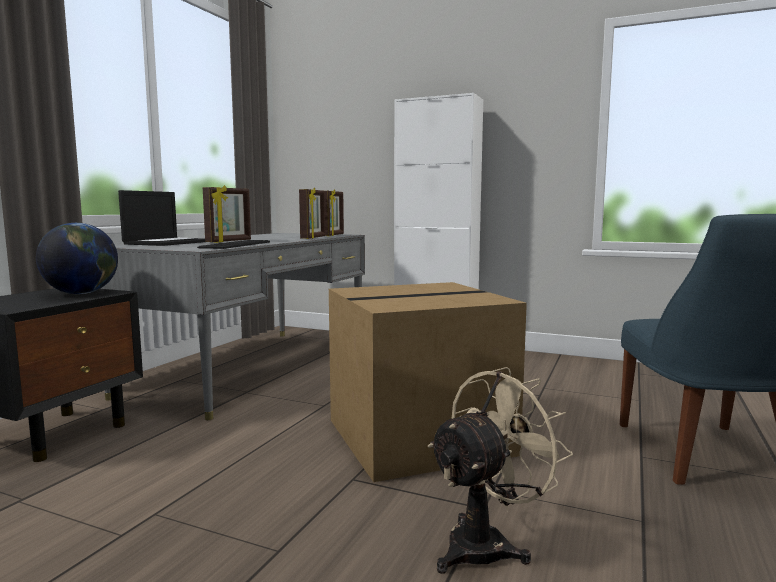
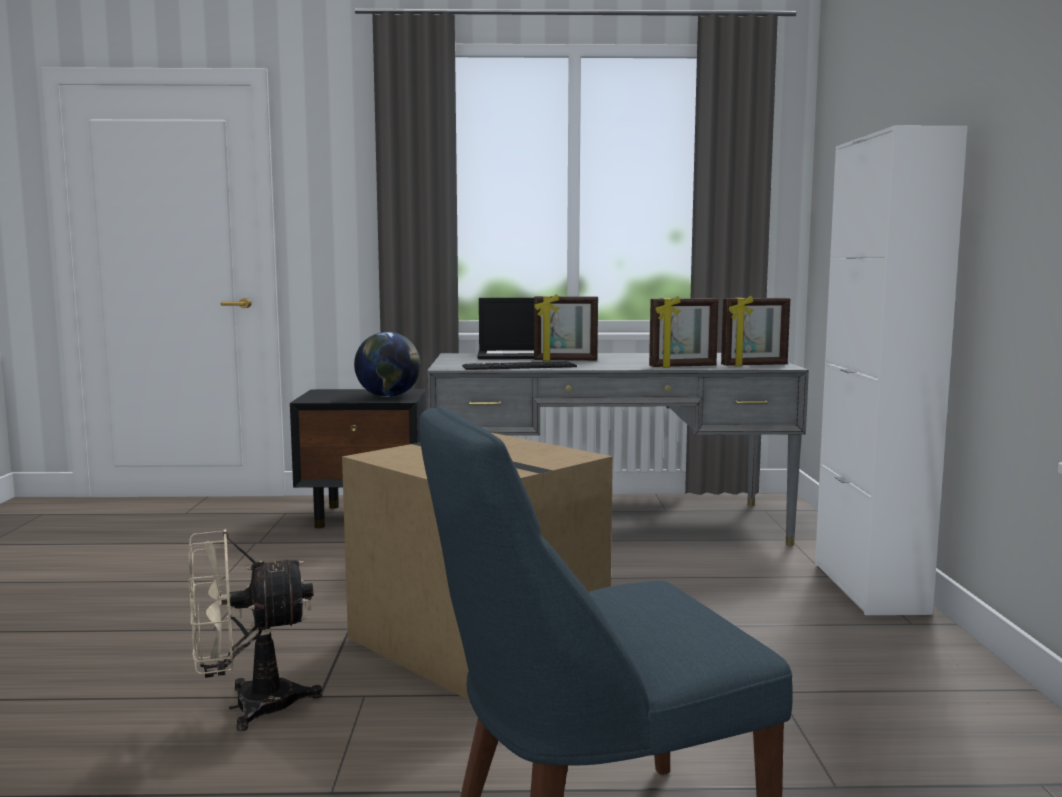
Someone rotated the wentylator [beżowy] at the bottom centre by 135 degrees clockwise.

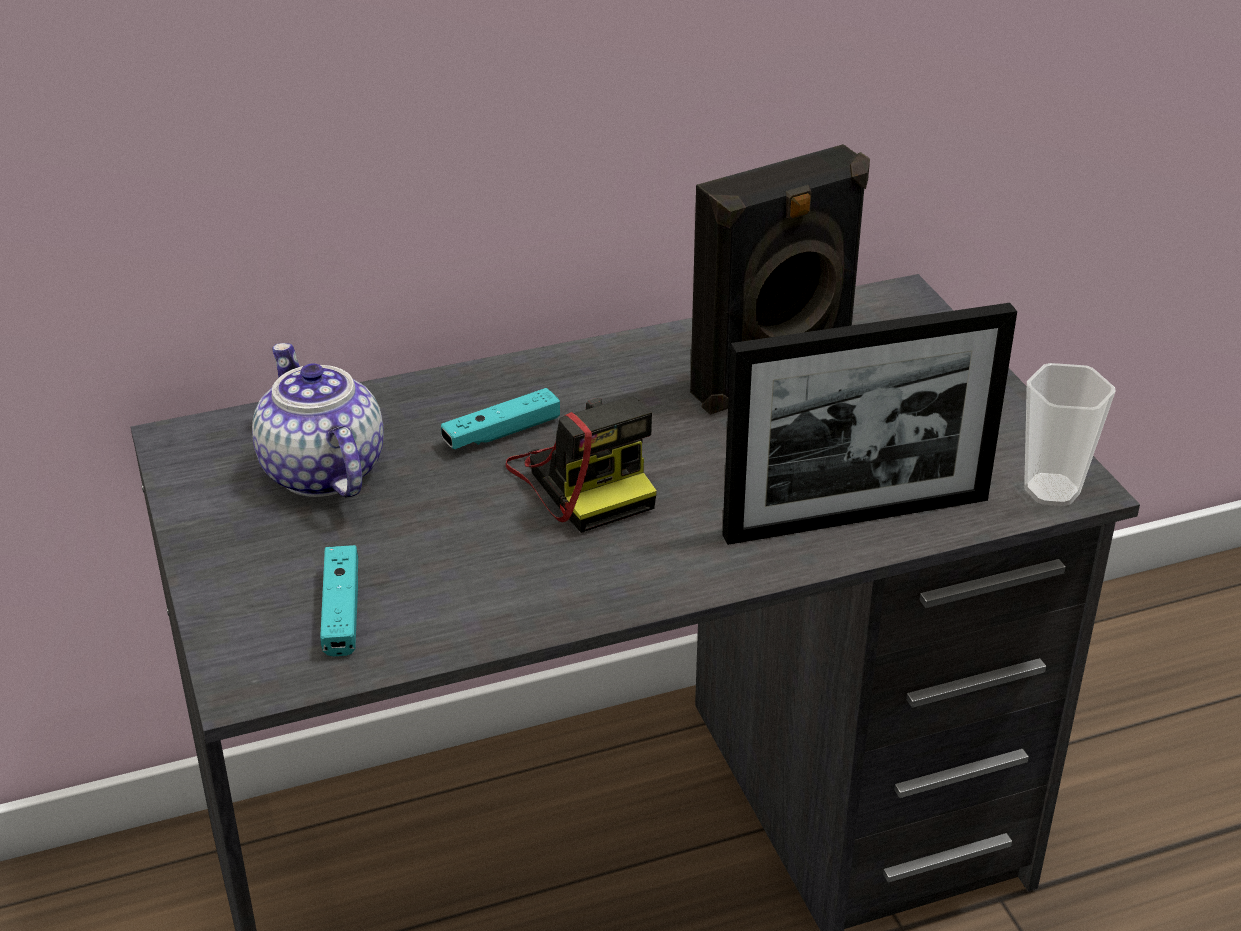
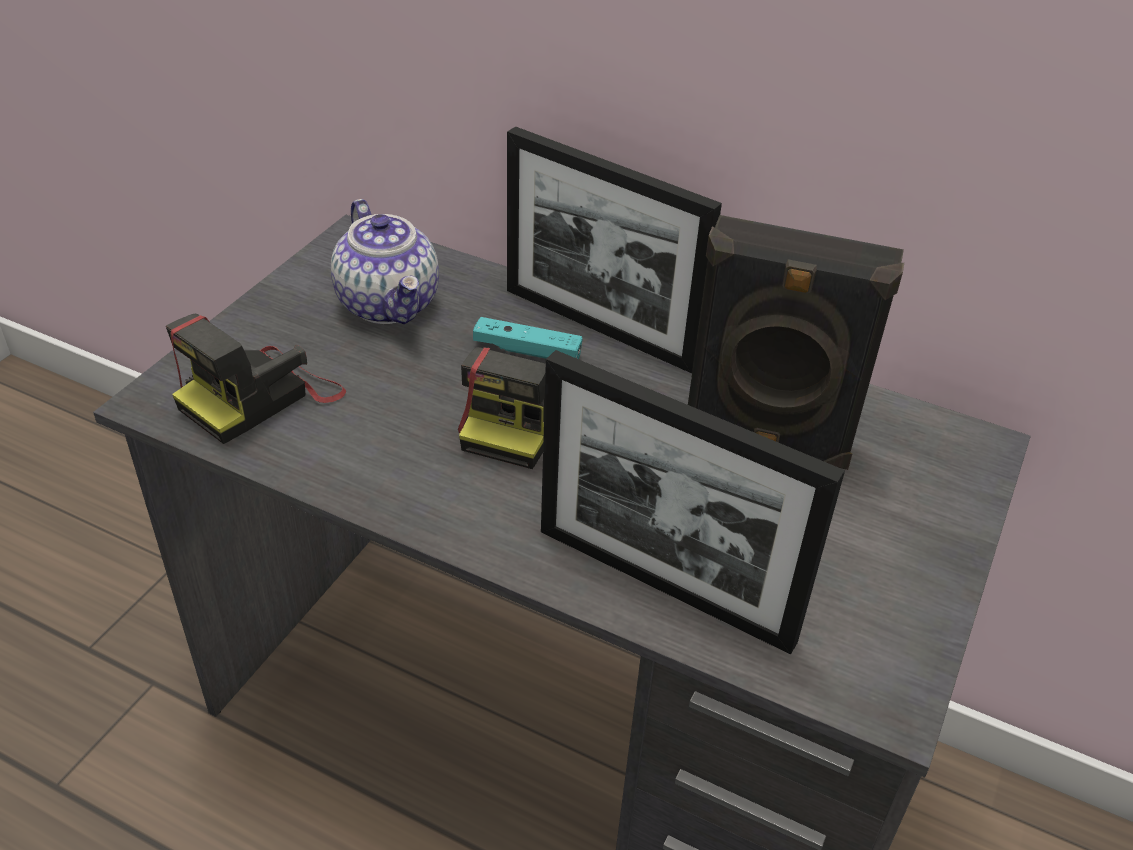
Someone swapped the pad do gier [turkusowy] (no. 1 from left) at the middle left for the aparat fotograficzny (no. 1 from left) at the middle left.
Someone rotated the imbryk at the middle left by 135 degrees clockwise.
Someone put down the ramka na zdjęcie (no. 1 from left) at the top centre.
Someone took away the filiżanka at the middle right.

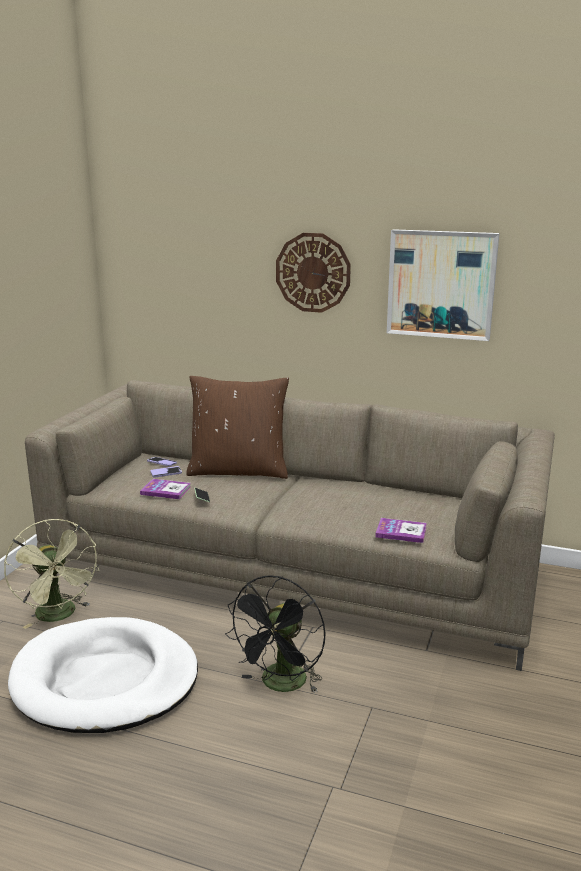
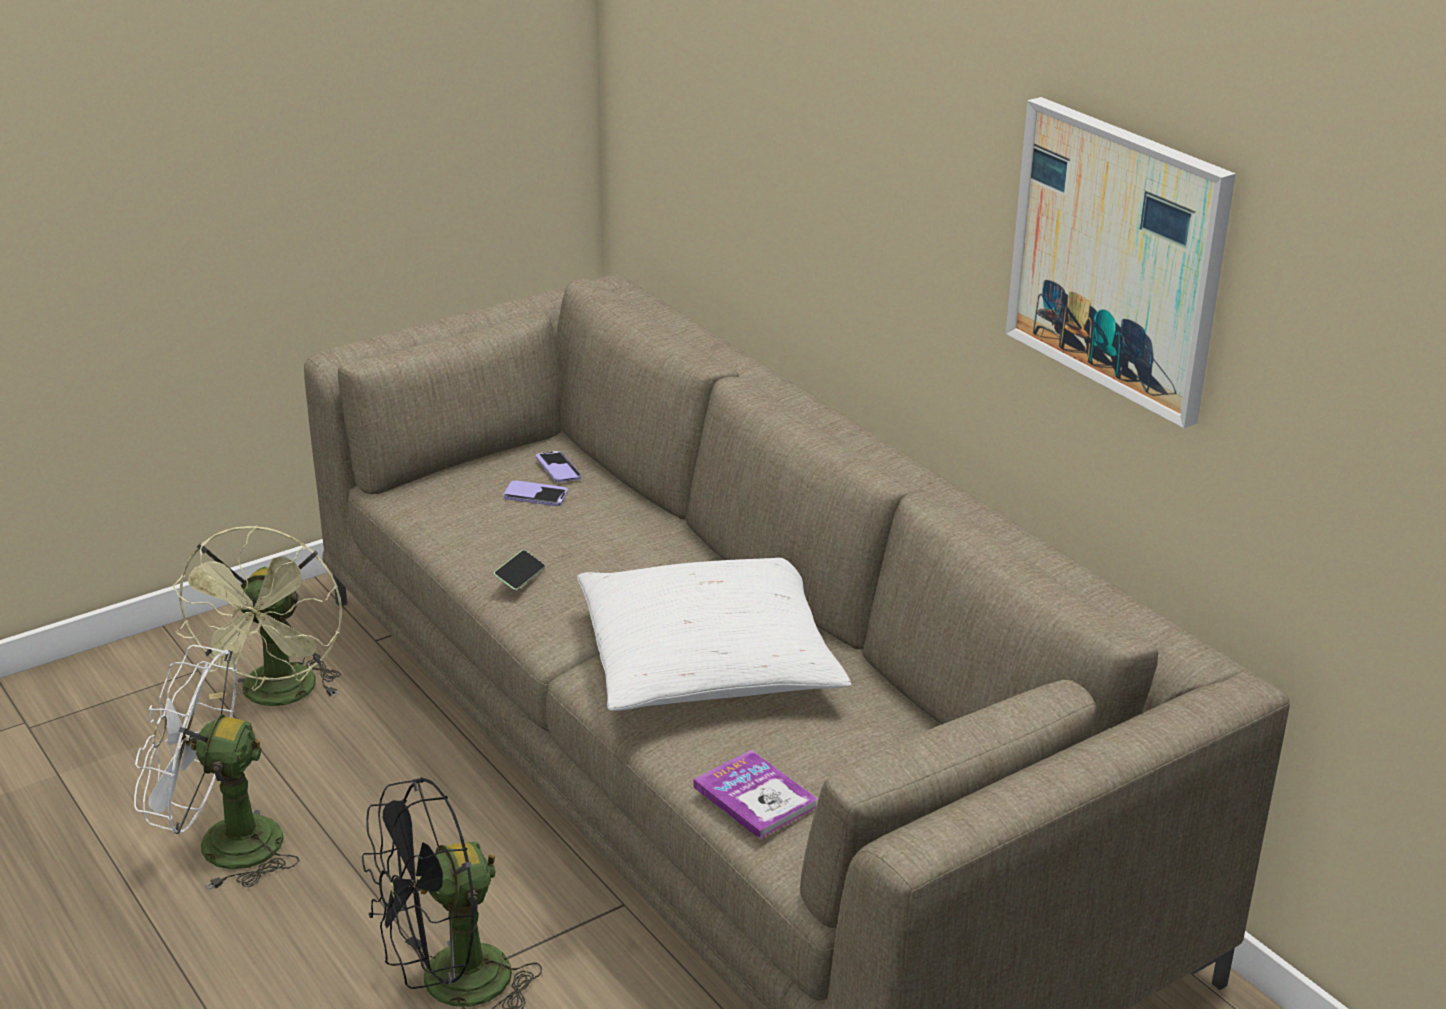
Someone swapped the legowisko [biały] at the bottom left for the wentylator [biały] at the bottom left.
Someone put down the poduszka [biały] at the centre.
Someone took away the książka (no. 1 from left) at the middle left.
Someone took away the poduszka [brązowy] at the centre.
Someone took away the zegar ścienny at the top centre.

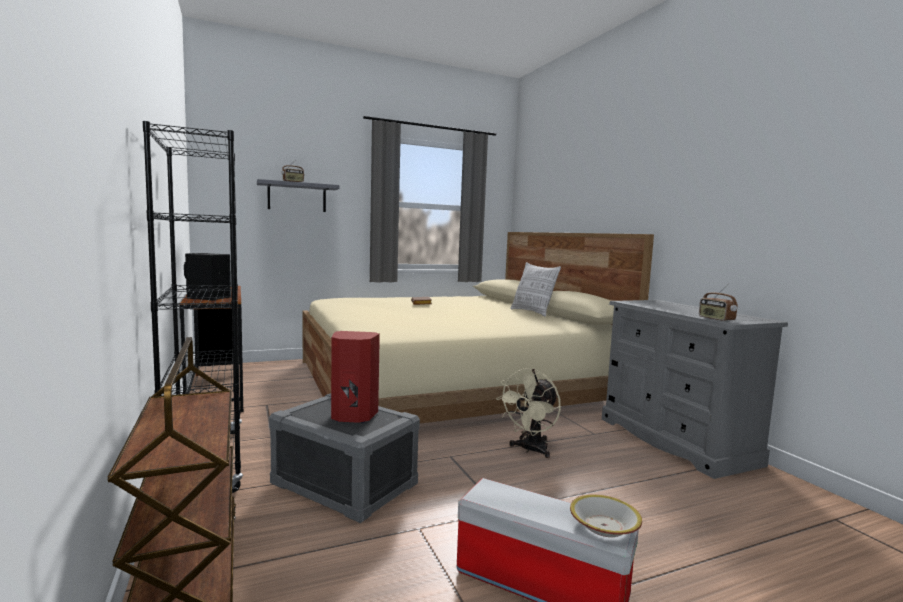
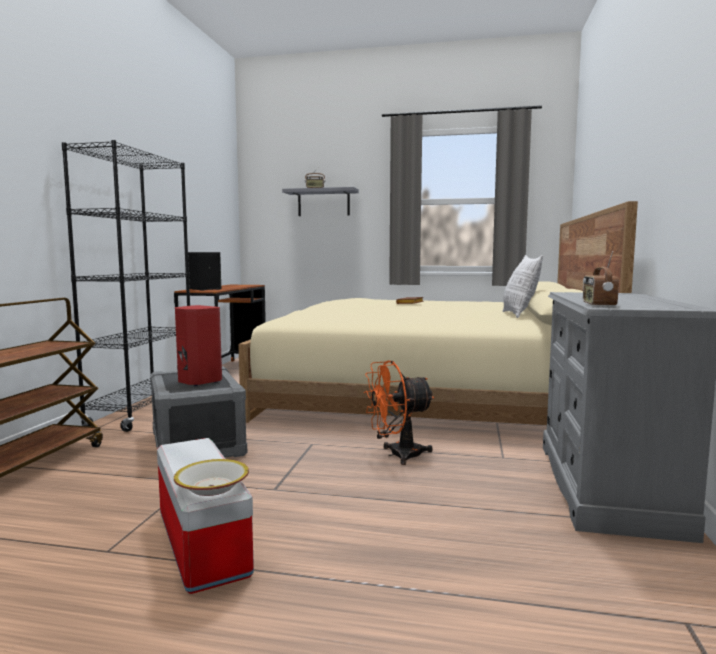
Someone repainted the wentylator [beżowy] at the bottom centre, which became the wentylator [pomarańczowy] at the centre.

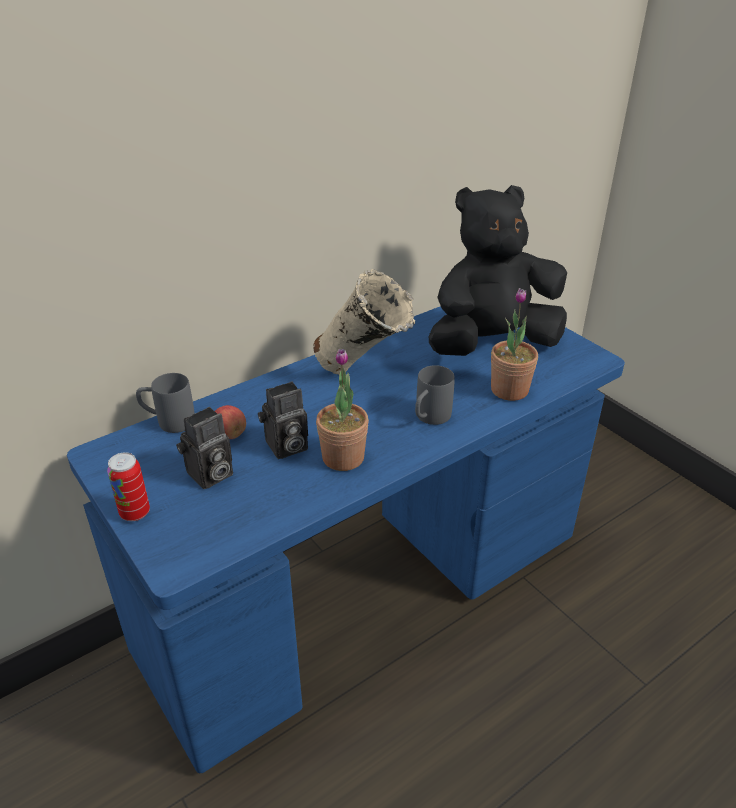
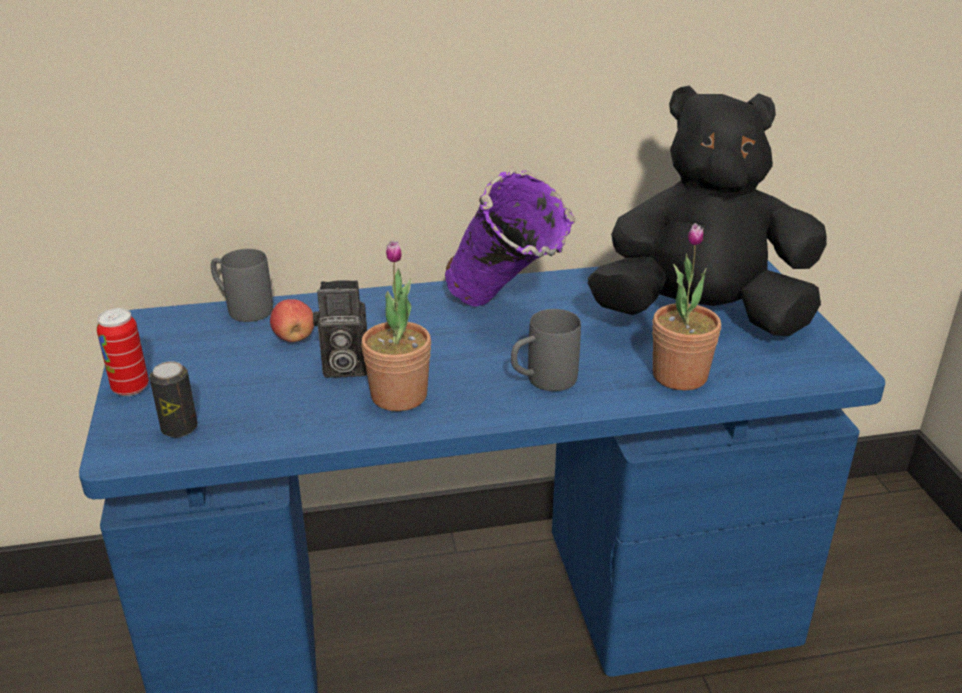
Someone put down the puszka (no. 2 from left) at the middle left.
Someone repainted the wazon [beżowy] at the centre, which became the wazon [fioletowy] at the centre.
Someone took away the aparat fotograficzny (no. 1 from left) at the middle left.

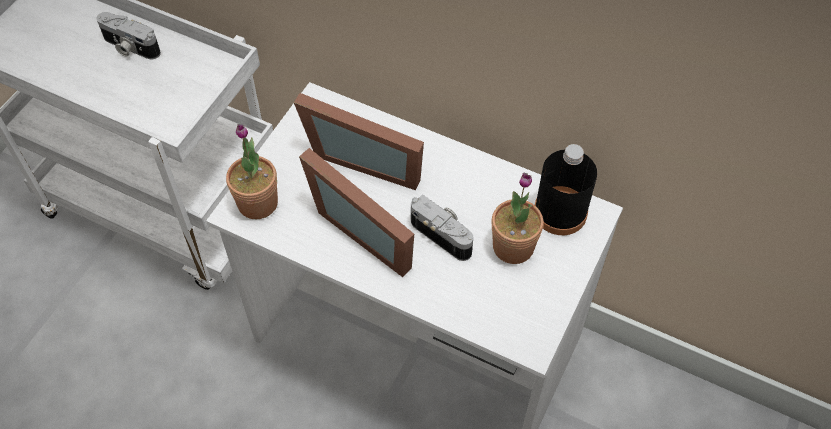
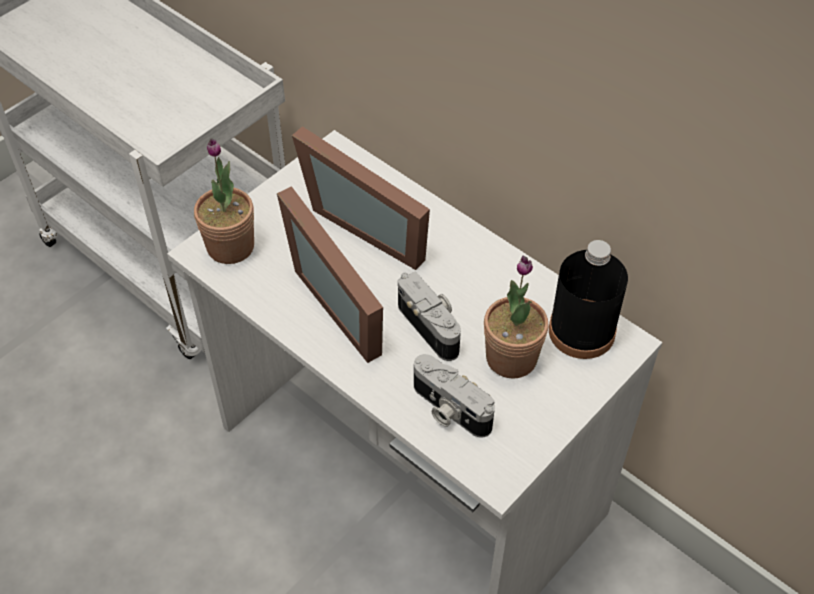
Someone carried the aparat fotograficzny (no. 1 from left in the first image) from the top left to the bottom centre.

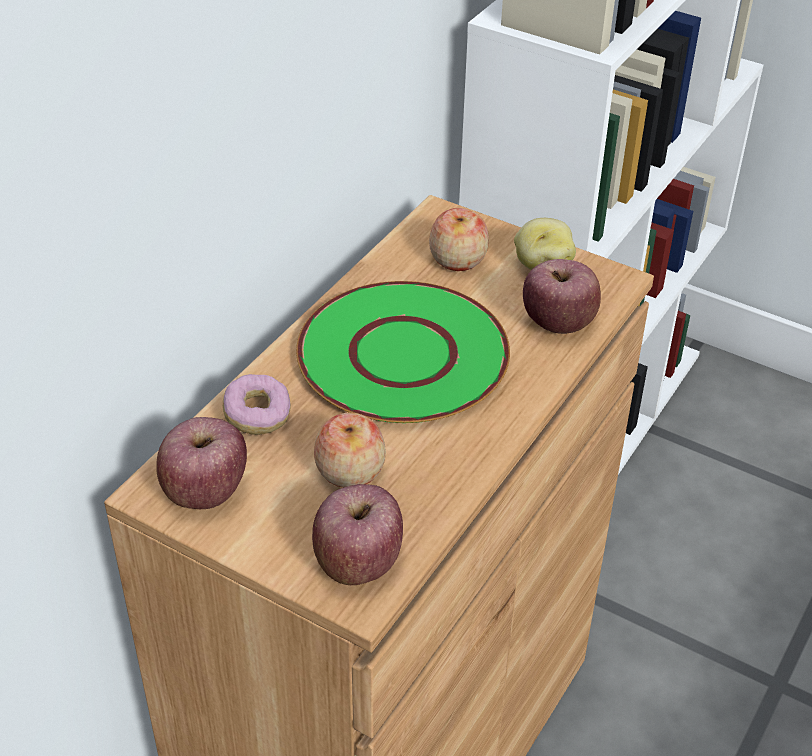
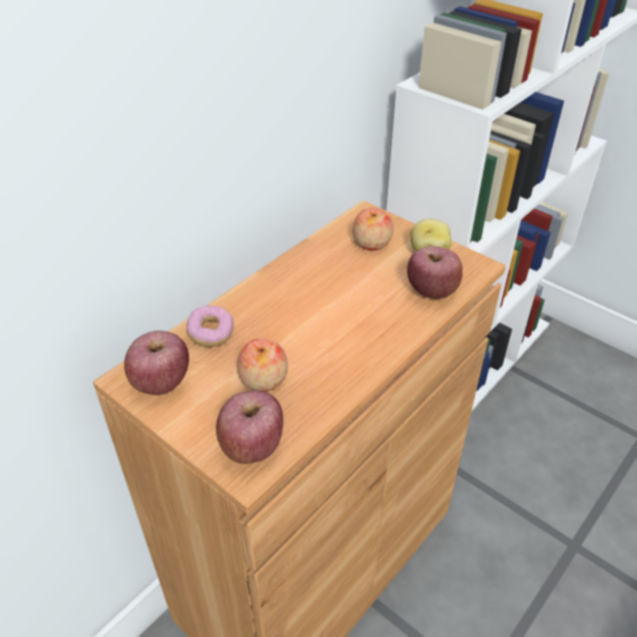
Someone took away the talerz [zielony] at the centre.

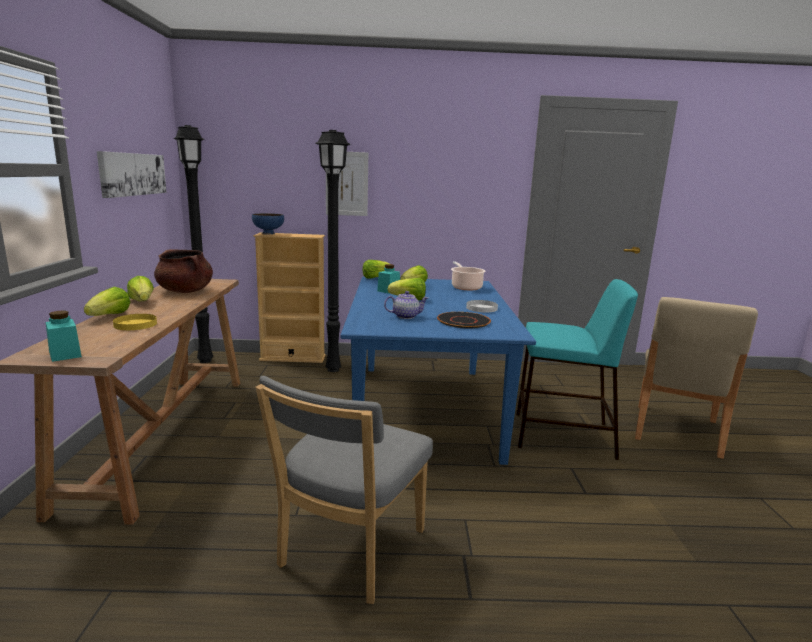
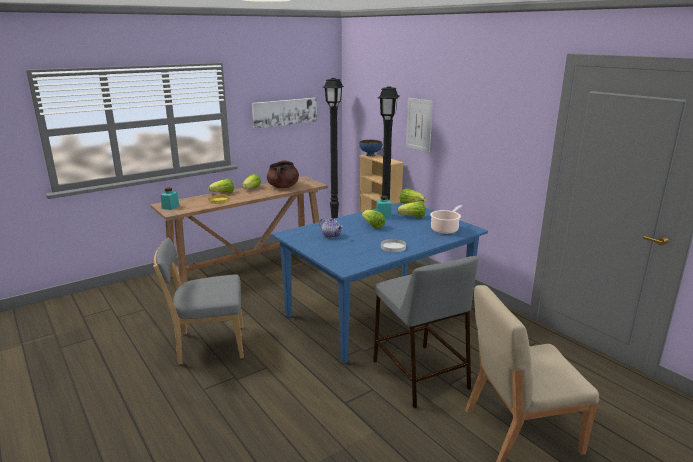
Someone repainted the stołek [turkusowy] at the middle right, which became the stołek [szary] at the bottom centre.
Someone took away the talerz [czarny] at the centre.

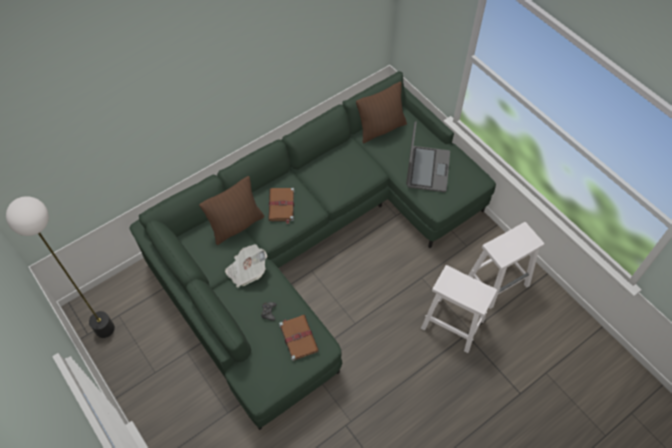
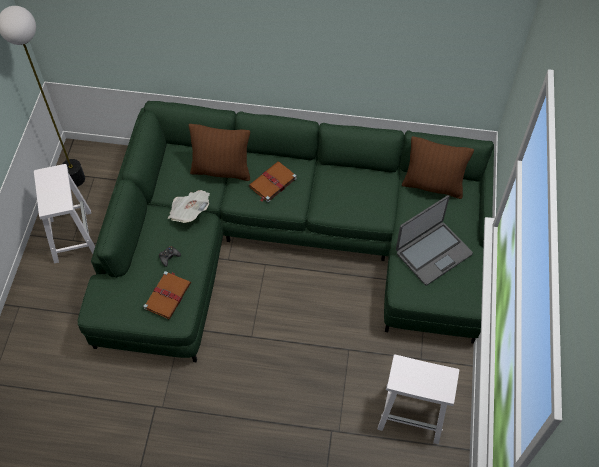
Someone carried the stołek [biały] (no. 1 from left) from the bottom right to the middle left.

